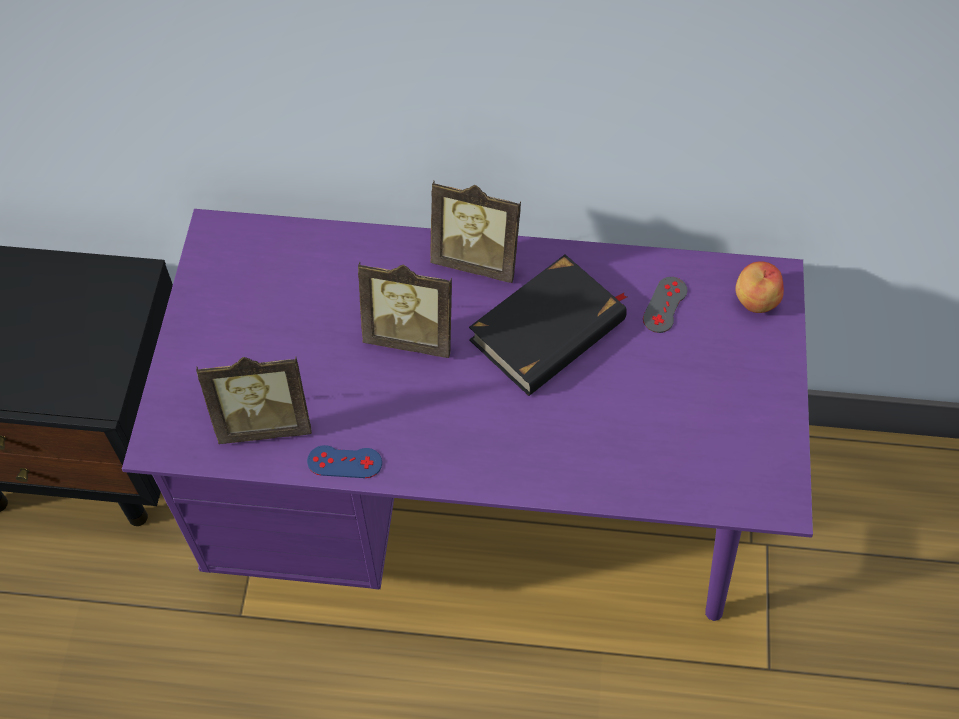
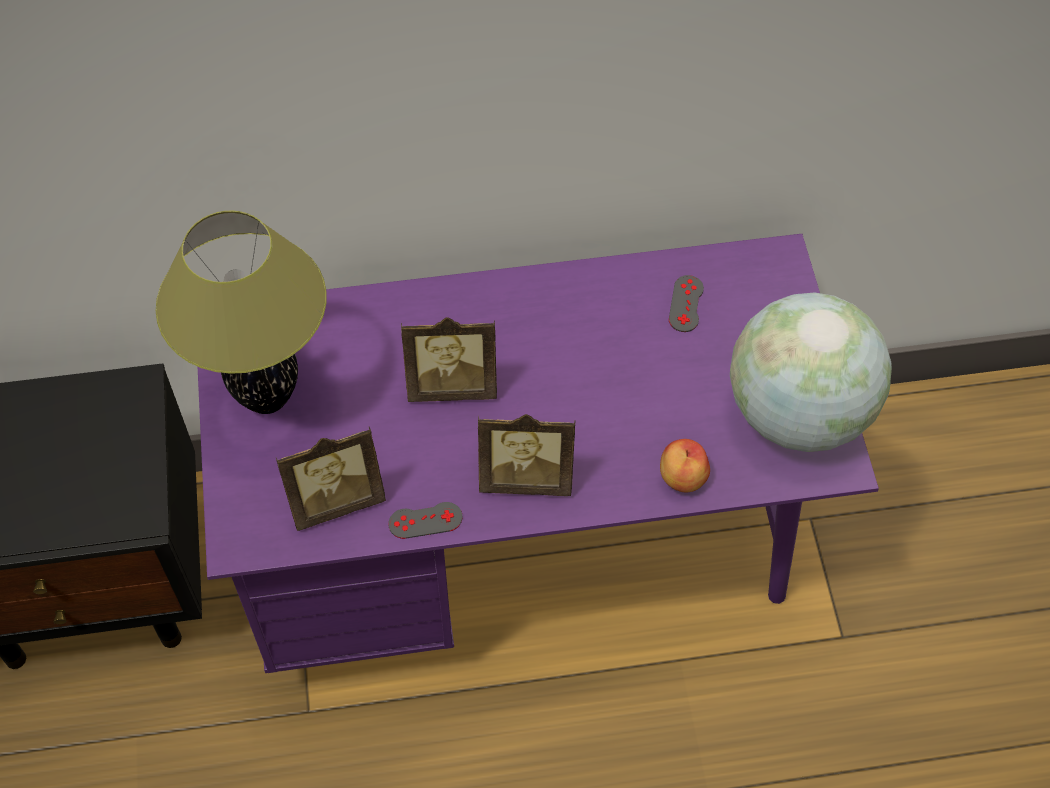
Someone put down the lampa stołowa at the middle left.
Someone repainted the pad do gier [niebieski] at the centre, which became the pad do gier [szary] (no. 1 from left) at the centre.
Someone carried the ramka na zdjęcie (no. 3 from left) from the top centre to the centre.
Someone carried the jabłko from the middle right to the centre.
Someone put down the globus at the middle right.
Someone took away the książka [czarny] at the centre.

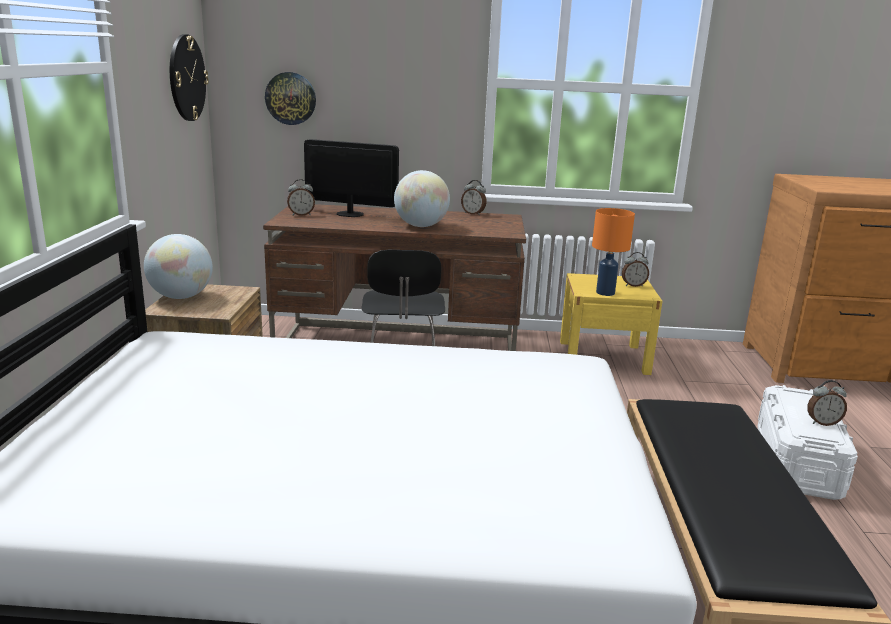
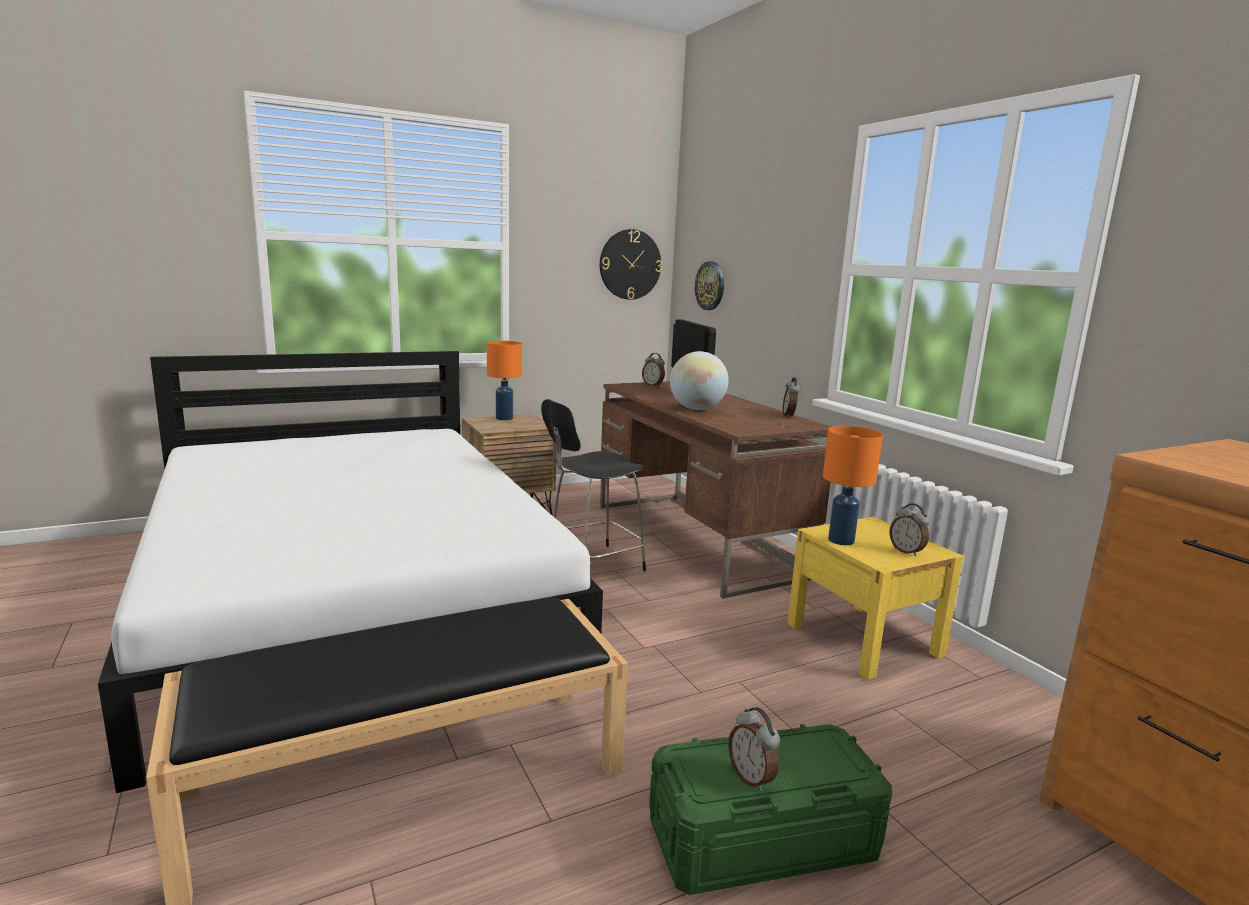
Someone swapped the globus (no. 1 from left) at the middle left for the lampa stołowa [pomarańczowy] (no. 1 from left) at the centre.
Someone repainted the pojemnik do przechowywania [biały] at the bottom right, which became the pojemnik do przechowywania [zielony] at the bottom centre.

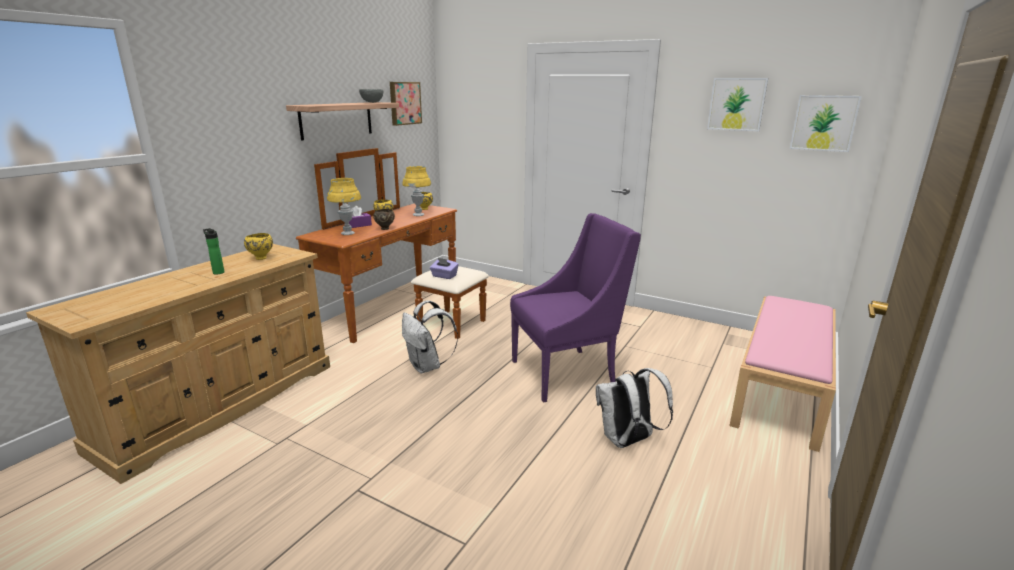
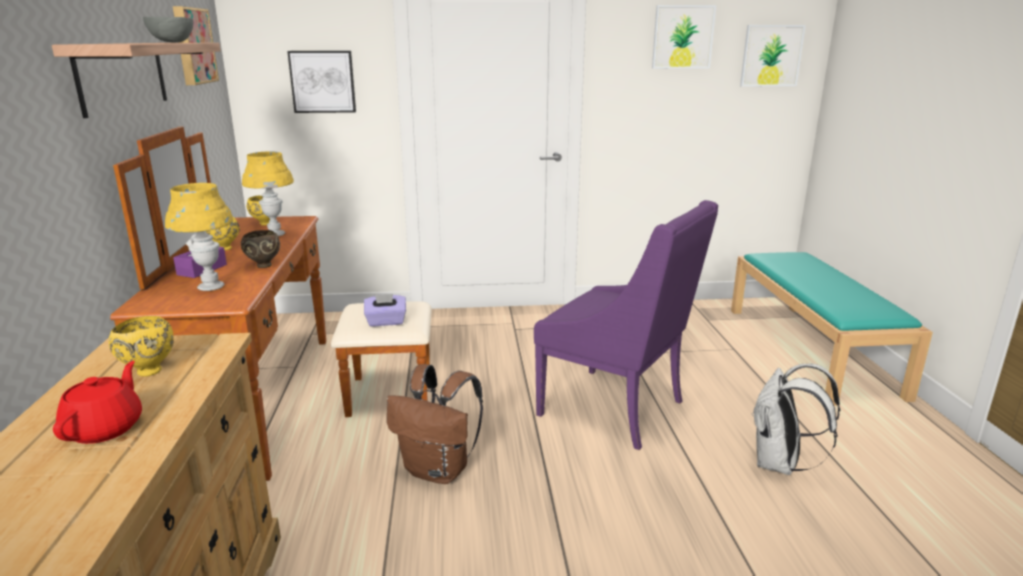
Someone swapped the butelka at the middle left for the imbryk [czerwony] at the bottom left.
Someone put up the obraz (no. 2 from left) at the top left.
Someone repainted the plecak [biały] (no. 1 from left) at the centre, which became the plecak [brązowy] at the bottom centre.
Someone rotated the fotel [fioletowy] at the centre by 90 degrees clockwise.
Someone repainted the ławka [różowy] at the middle right, which became the ławka [turkusowy] at the middle right.

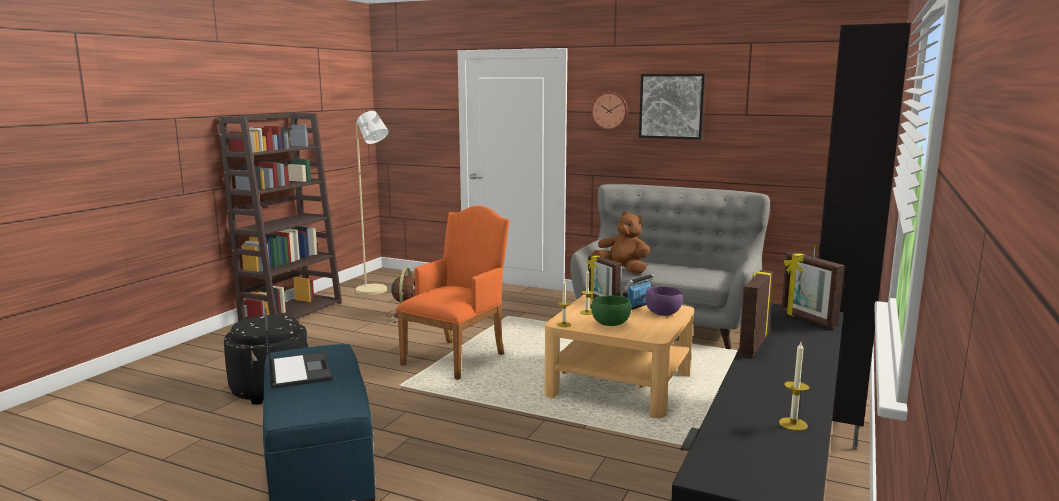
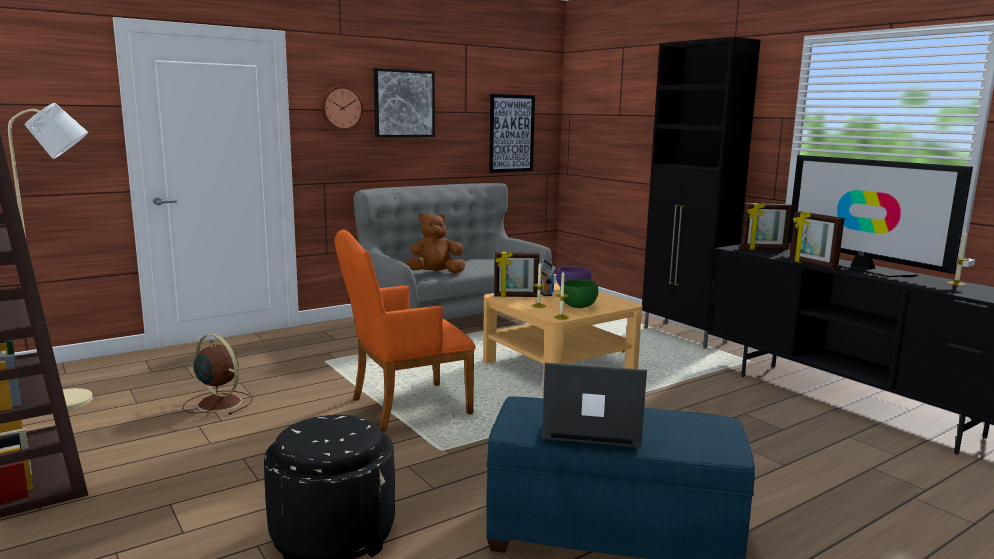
Someone rotated the fotel [pomarańczowy] at the centre by 90 degrees counterclockwise.
Someone put up the obraz (no. 2 from left) at the top centre.
Someone put down the telewizor at the middle right.

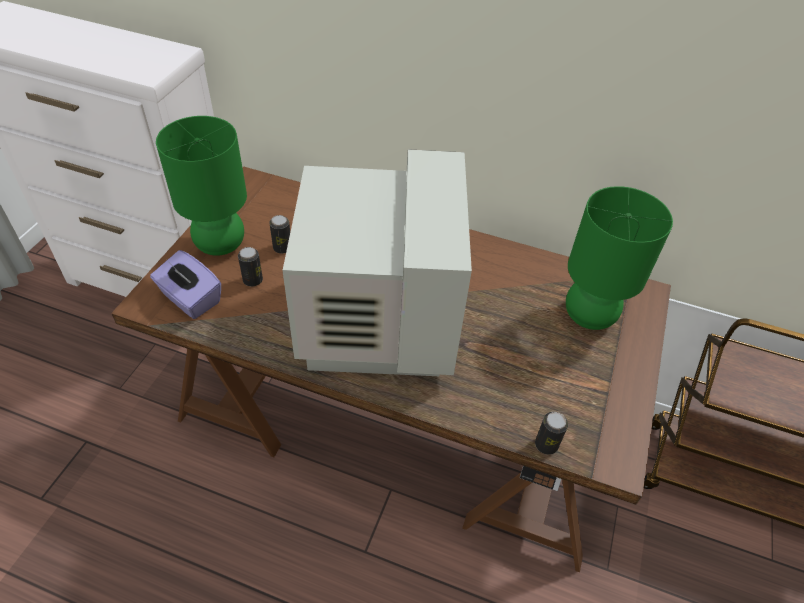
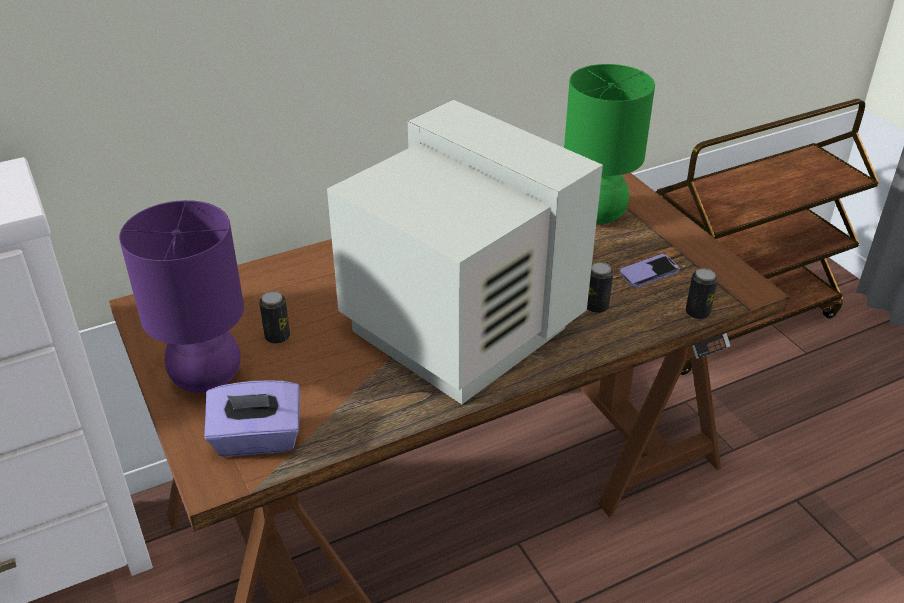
Someone repainted the lampa stołowa [zielony] (no. 1 from left) at the top left, which became the lampa stołowa [fioletowy] at the middle left.
Someone carried the puszka (no. 1 from left in the first image) from the middle left to the centre.
Someone put down the telefon at the middle right.

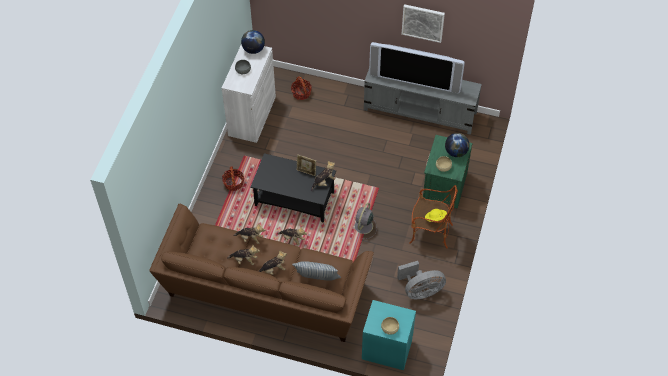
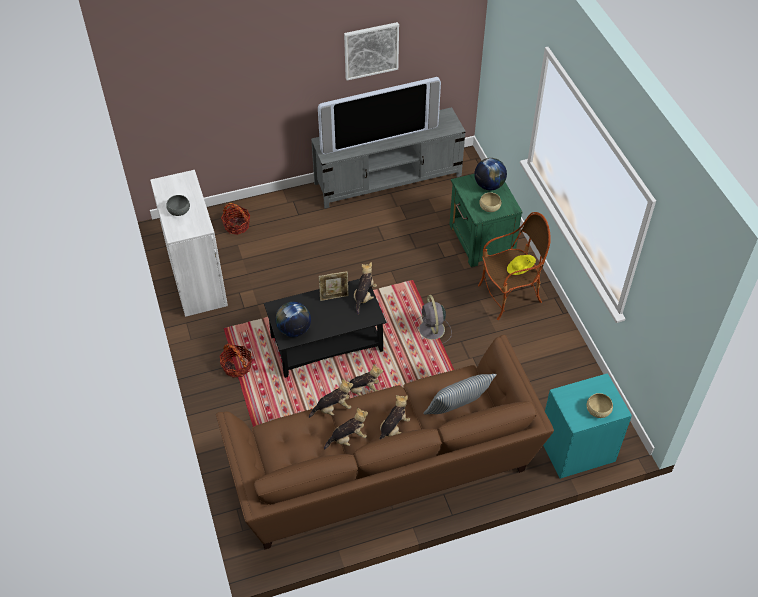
Someone carried the globus (no. 1 from left) from the top centre to the centre.
Someone took away the wentylator [szary] (no. 2 from left) at the bottom centre.

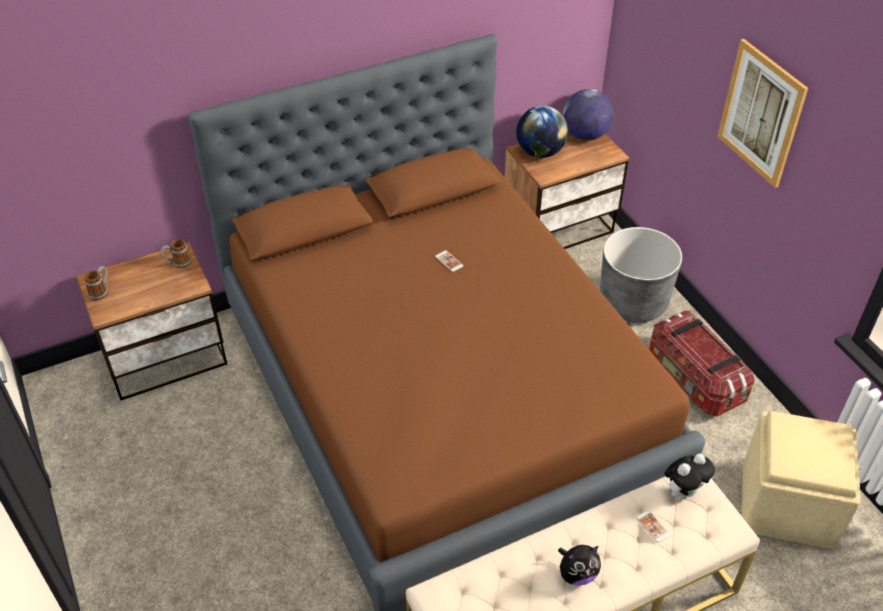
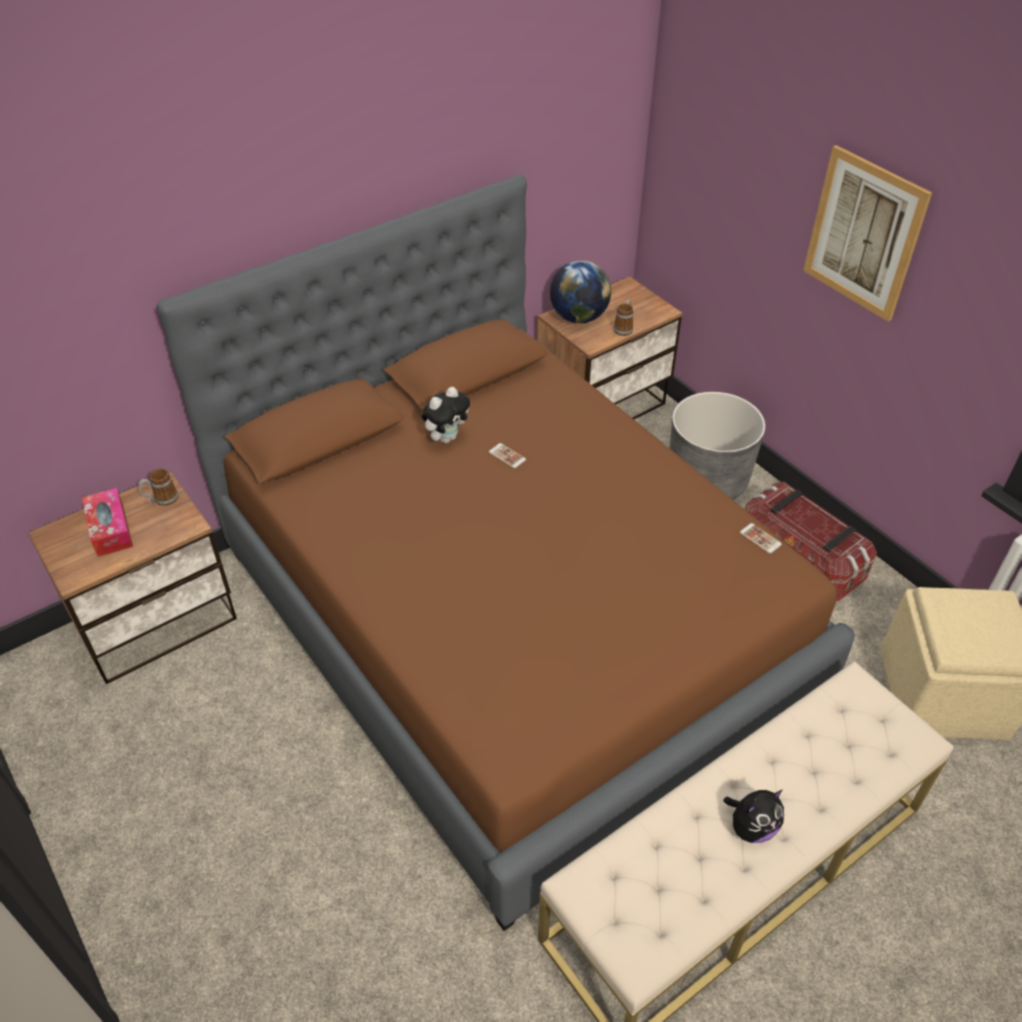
Someone put down the pudełko chusteczek at the middle left.
Someone carried the pluszak (no. 2 from left in the first image) from the bottom right to the centre.
Someone carried the kubek (no. 1 from left in the first image) from the middle left to the top centre.
Someone carried the telefon (no. 2 from left) from the bottom right to the middle right.
Someone took away the globus (no. 2 from left) at the top centre.

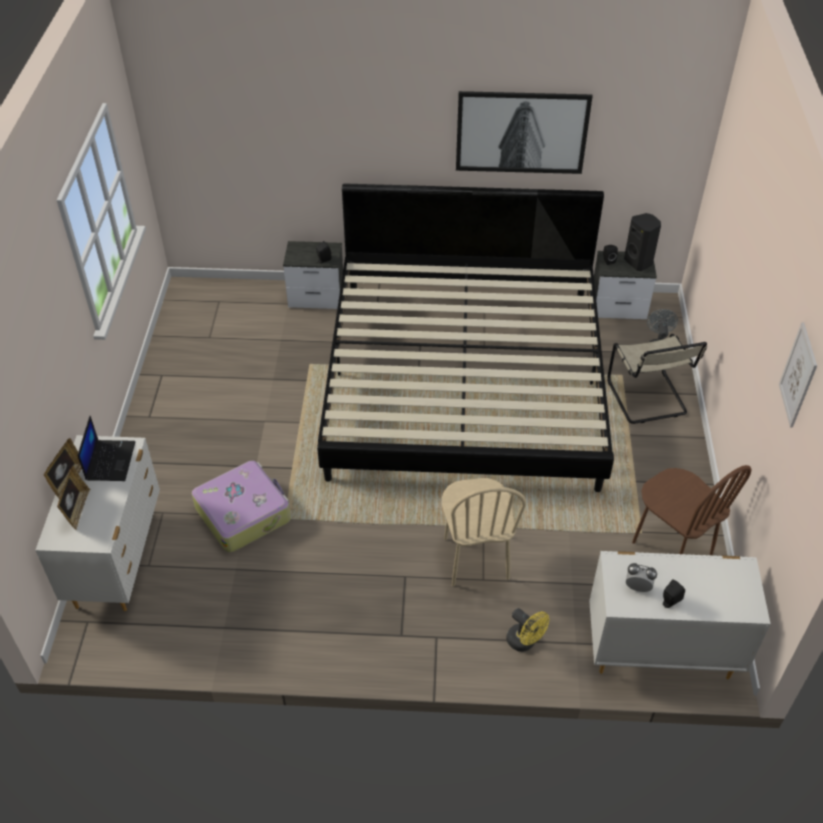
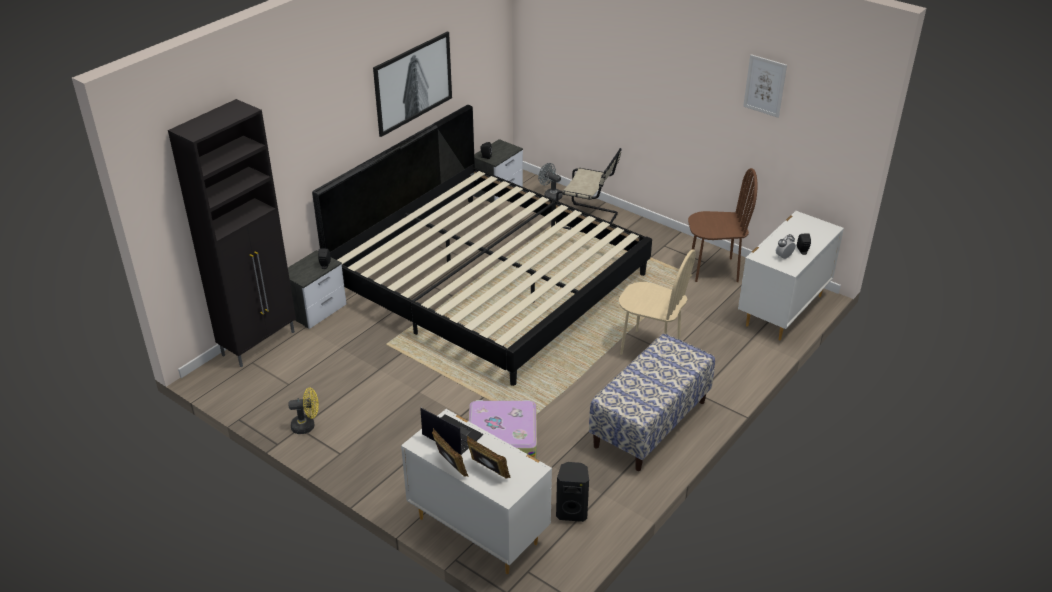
Someone put down the szafka [czarny] at the middle left.
Someone carried the wentylator [żółty] from the bottom centre to the bottom left.
Someone carried the głośnik [czarny] (no. 3 from left) from the top right to the bottom centre.
Someone put down the ławka at the bottom centre.

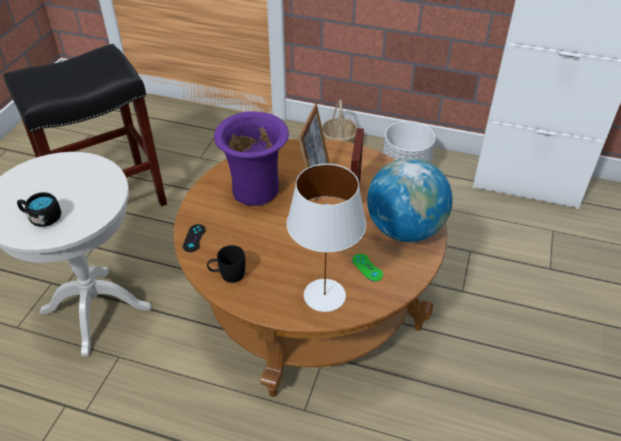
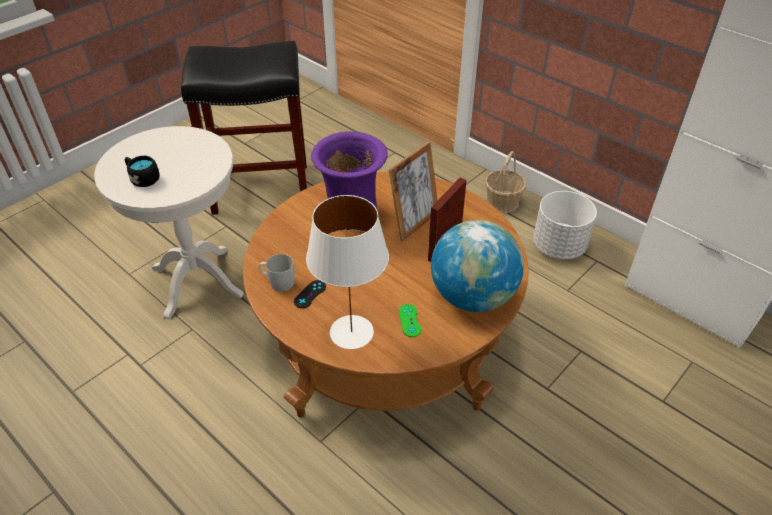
Someone repainted the kubek [czarny] (no. 2 from left) at the centre, which became the kubek [biały] at the centre.
Someone carried the pad do gier [czarny] from the middle left to the centre.

